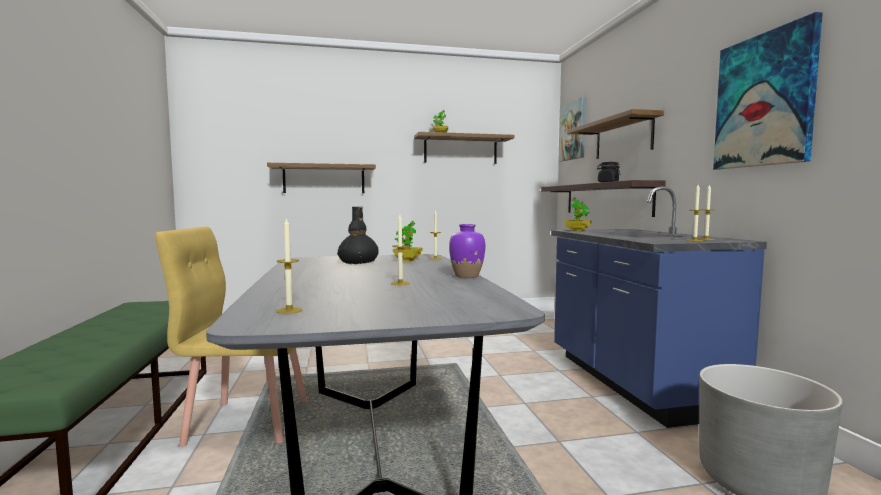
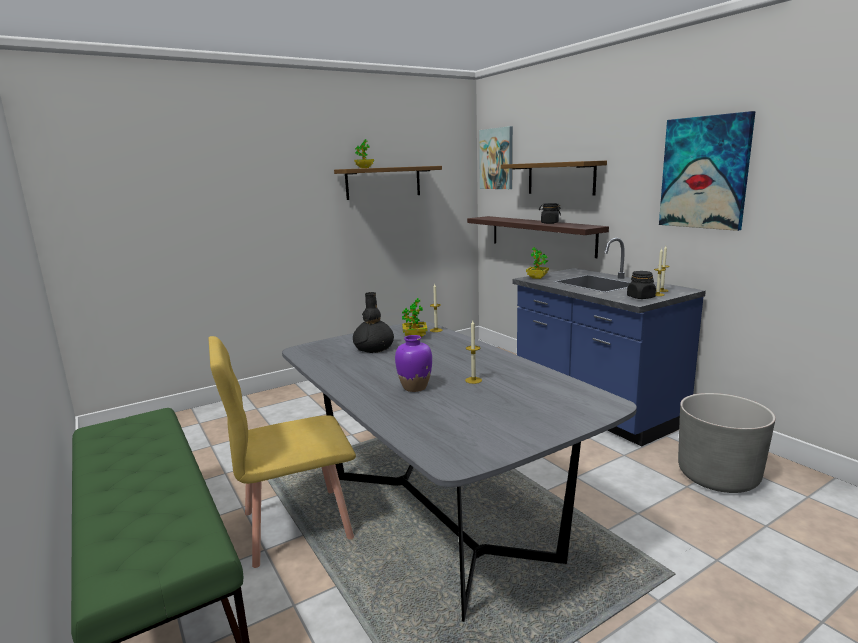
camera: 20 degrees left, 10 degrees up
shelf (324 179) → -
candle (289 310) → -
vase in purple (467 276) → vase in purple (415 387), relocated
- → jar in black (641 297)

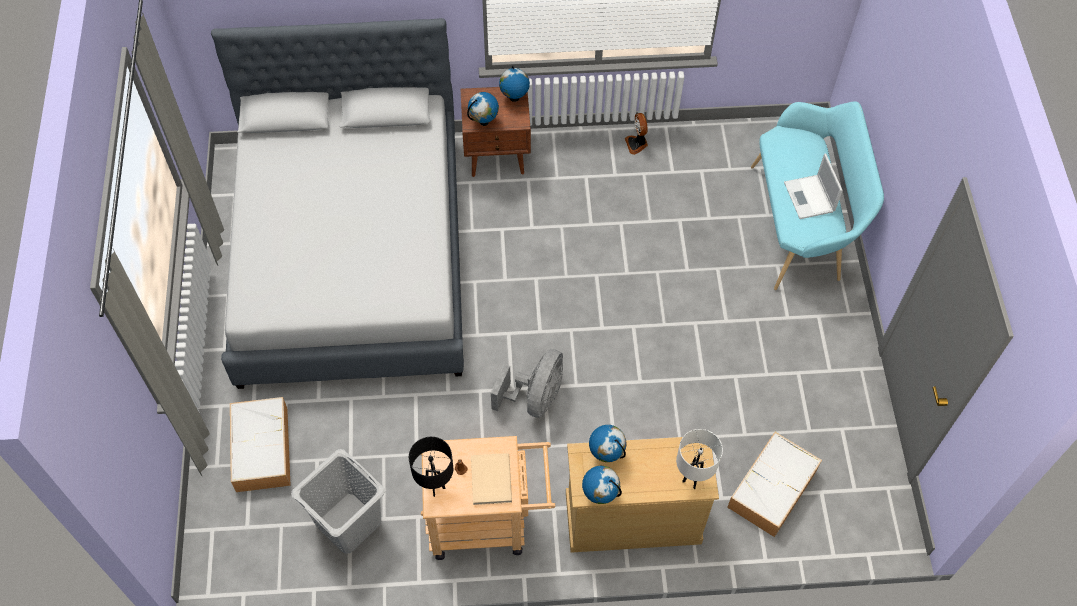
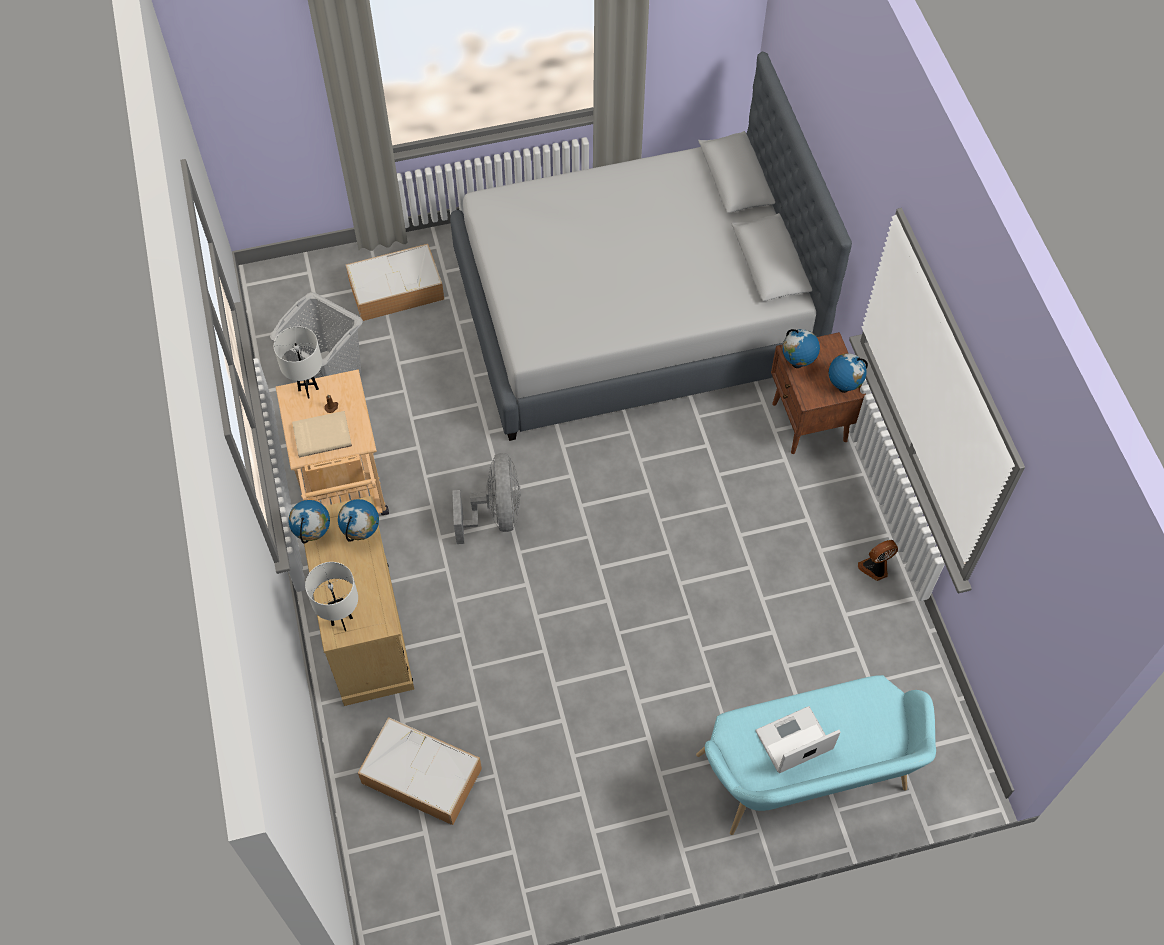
camera: 80 degrees right, 0 degrees up
fan in grey (535 398) → fan in grey (495 514), 105 degrees counterclockwise
table lamp in black (435 487) → table lamp in white (308 389)

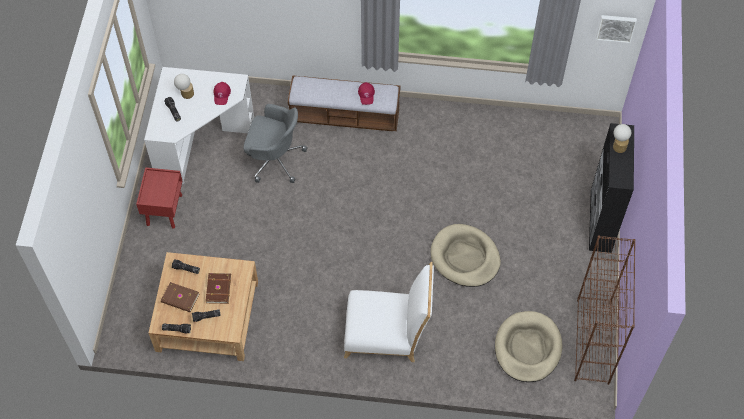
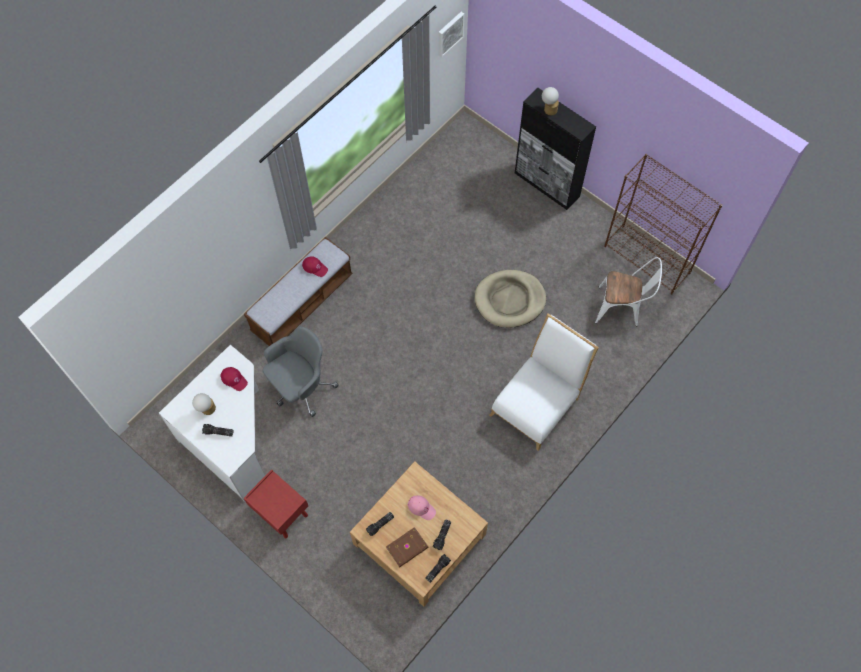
camera: 55 degrees left, 5 degrees up
book in brown (219 289) → cap in pink (421 508)
dog bed in beige (527 348) → chair in white (622 308)

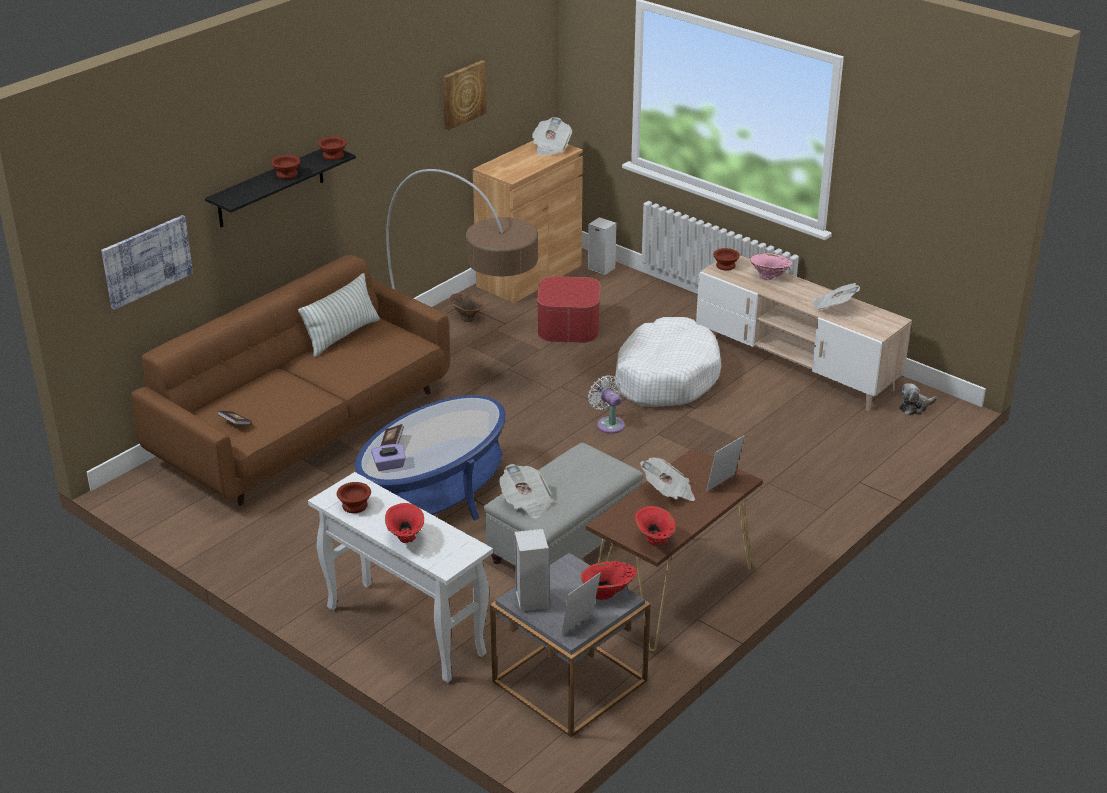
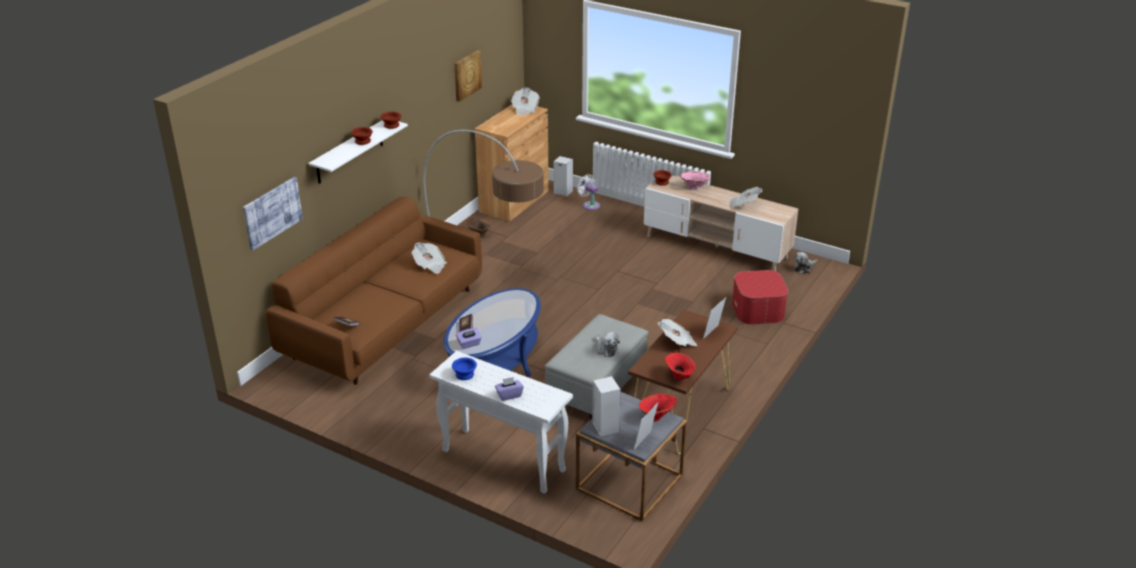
camera: 10 degrees left, 0 degrees up
shelf in black (271 187) → shelf in white (349 151)
pillow (342 336) → -
ottoman (568 326) → ottoman (758 310), relocated
dog bed in white (665 377) → -
fan in white (609 424) → fan in white (589 205), relocated
newspaper (526 503) → newspaper (430 265), relocated
bowl in brown (355 505) → bowl in blue (464 374)
vase in red (405 540) → tissue box in purple (509 395)
- → plush toy (606 349)

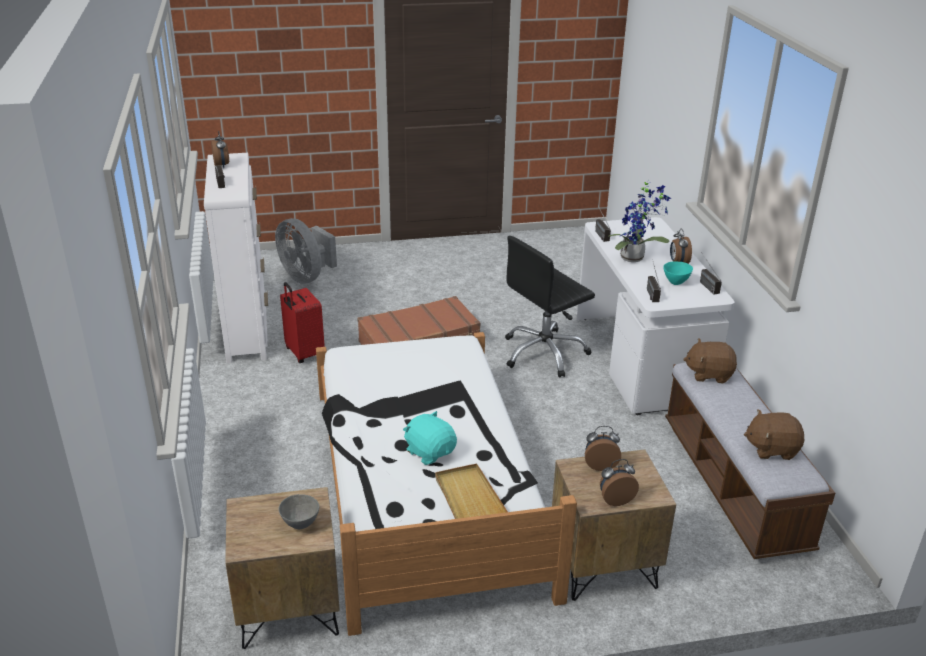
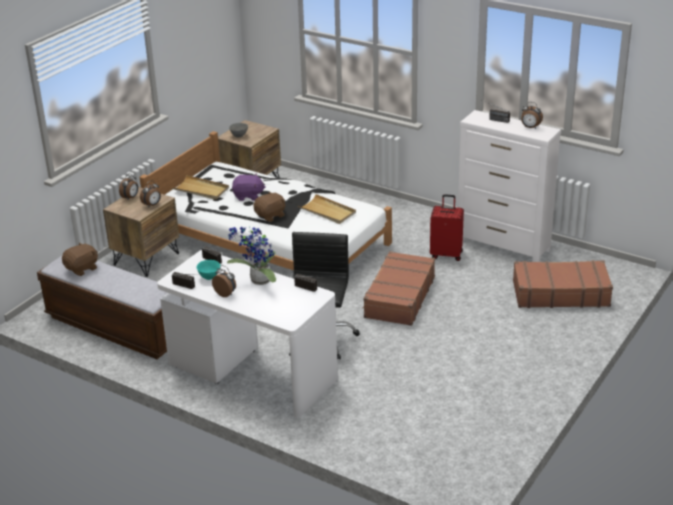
camera: 135 degrees right, 0 degrees up
fan in grey (306 276) → suitcase in brown (560 293)
plush toy in brown (709 374) → plush toy in brown (271 216), relocated
plush toy in turquoise (430 452) → plush toy in purple (248 196)
- → tray in beige (327 211)

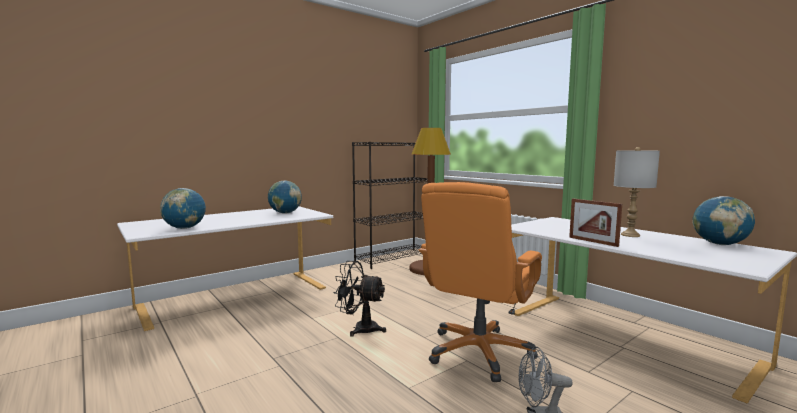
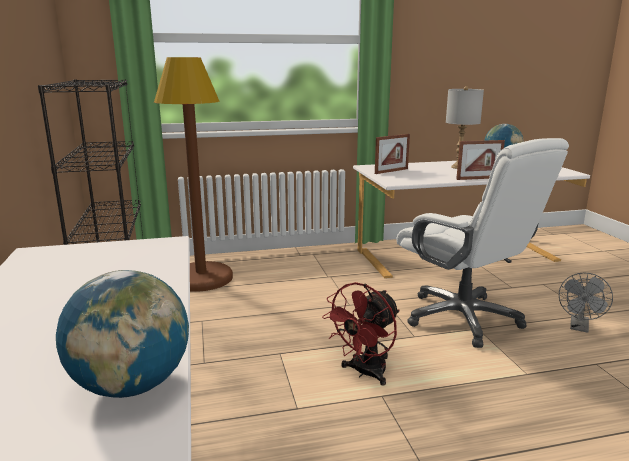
camera: 65 degrees left, 10 degrees up
globe (285 213) → -
office chair in orange (479 352) → office chair in white (463 318)
fan in black (360 328) → fan in red (365 373)
- → picture frame (391 171)

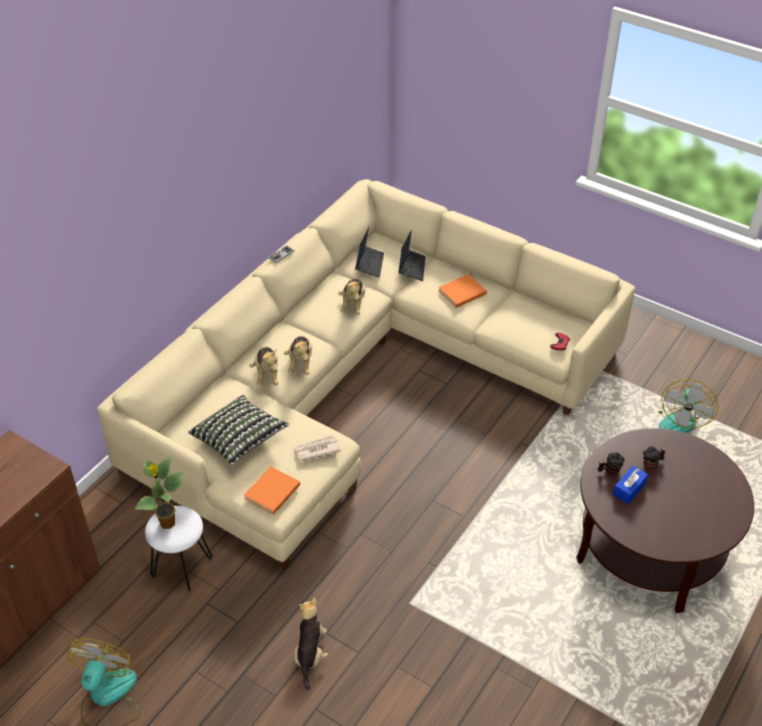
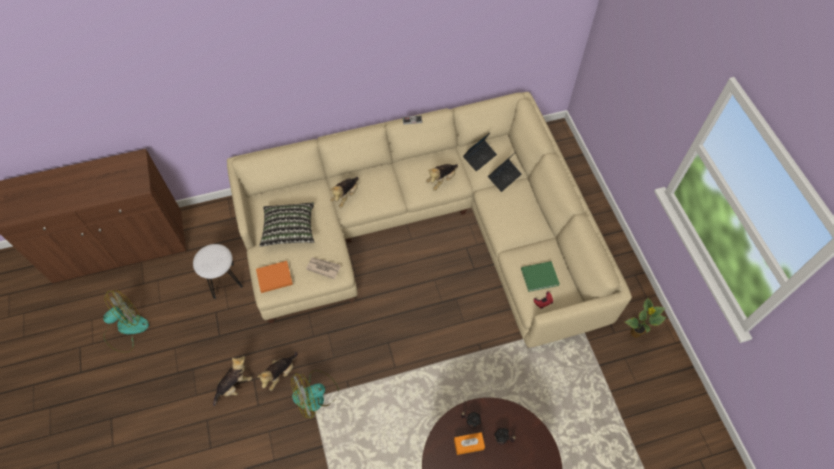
camera: 40 degrees right, 15 degrees up
book in orange (461 293) → -
plush toy (300 363) → plush toy (280 374), relocated
fan (679 418) → fan (316 395), relocated
potted plant (167 524) → potted plant (634 333), relocated
tissue box in blue (629 489) → tissue box in orange (468 445)
- → book in green (540 277)

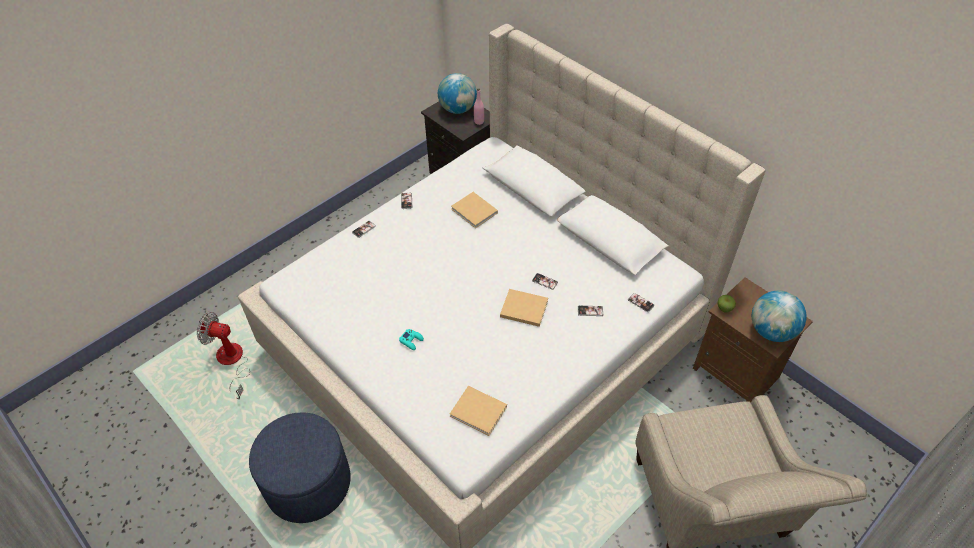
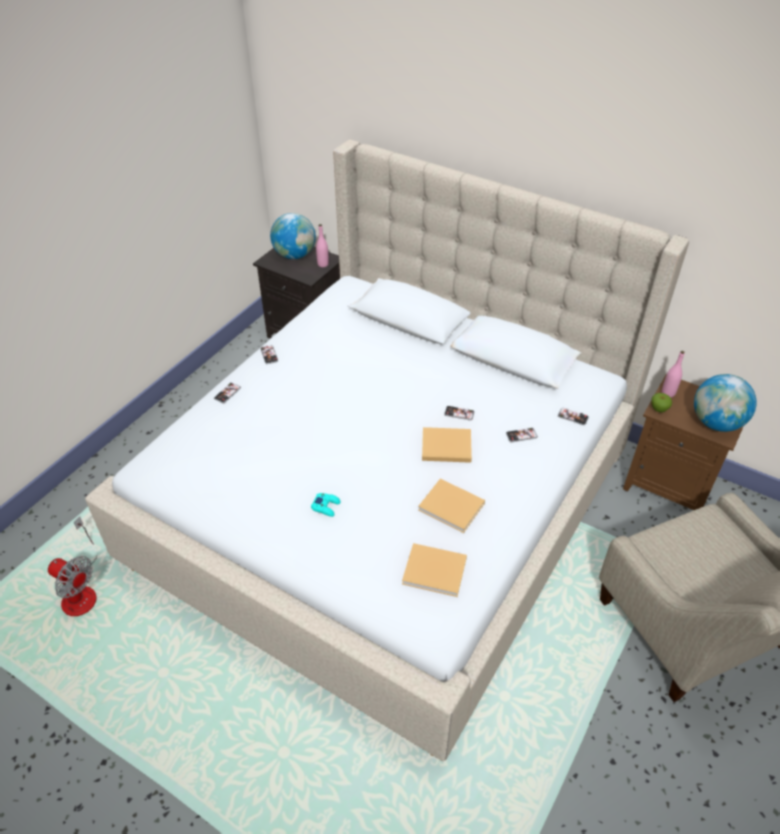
camera: 15 degrees left, 5 degrees down
book in beige (475 211) → book in beige (453 507), relocated
fan (232 362) → fan (81 590), 150 degrees counterclockwise
ottoman in blue (308 483) → -
- → bottle in pink (668 393)

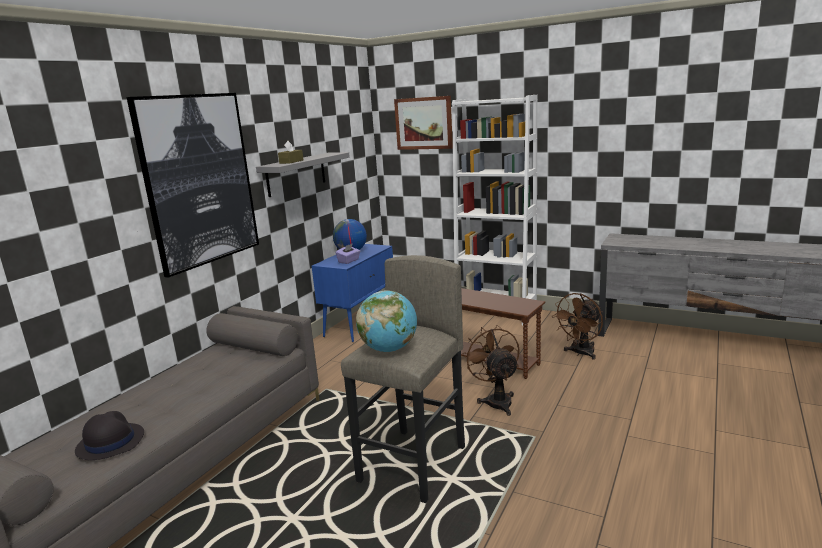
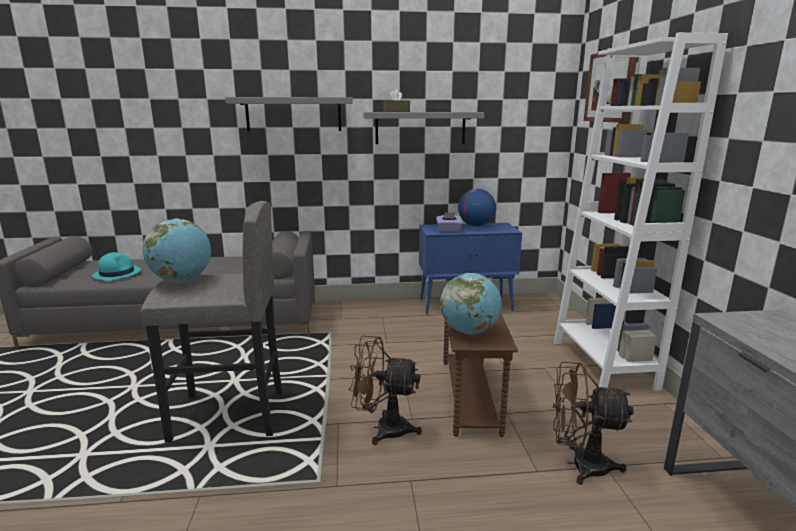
camera: 55 degrees right, 0 degrees up
picture (199 180) → shelf in grey (293 114)
fan in brown (496 400) → fan in brown (383 429), 120 degrees counterclockwise
hat in black (110 442) → hat in turquoise (117 273)
- → globe (469 331)

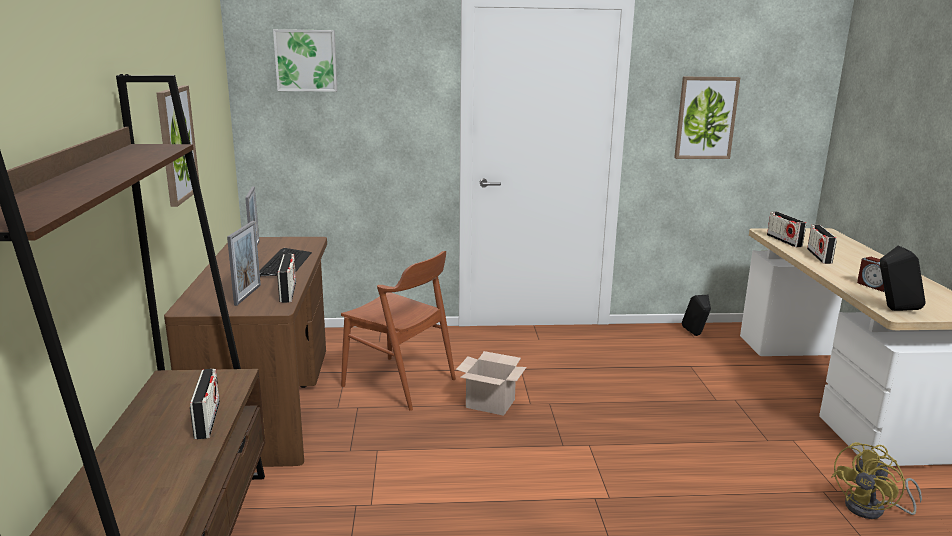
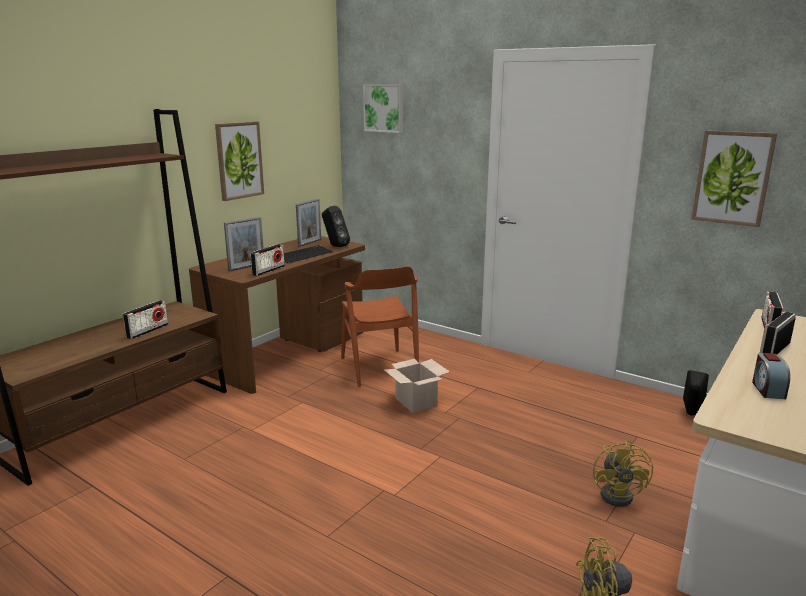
camera: 40 degrees right, 0 degrees up
speaker in black (893 310) → speaker in black (335 246), relocated
- → fan in yellow (620 494)

